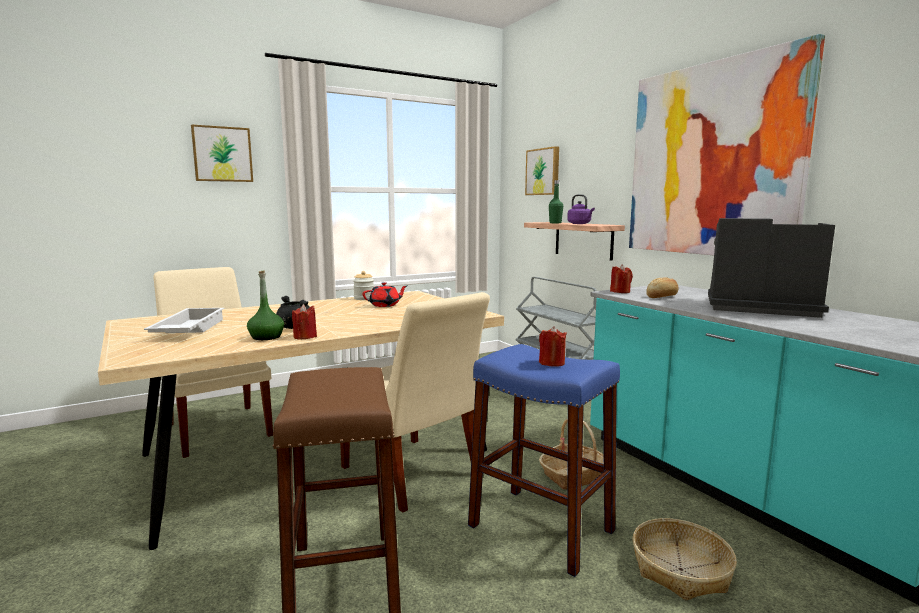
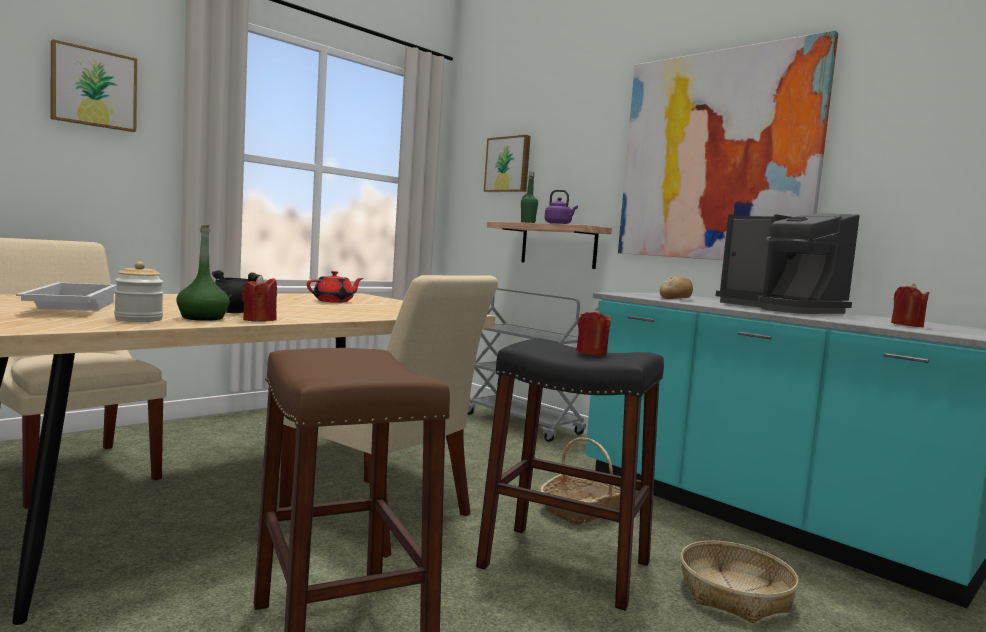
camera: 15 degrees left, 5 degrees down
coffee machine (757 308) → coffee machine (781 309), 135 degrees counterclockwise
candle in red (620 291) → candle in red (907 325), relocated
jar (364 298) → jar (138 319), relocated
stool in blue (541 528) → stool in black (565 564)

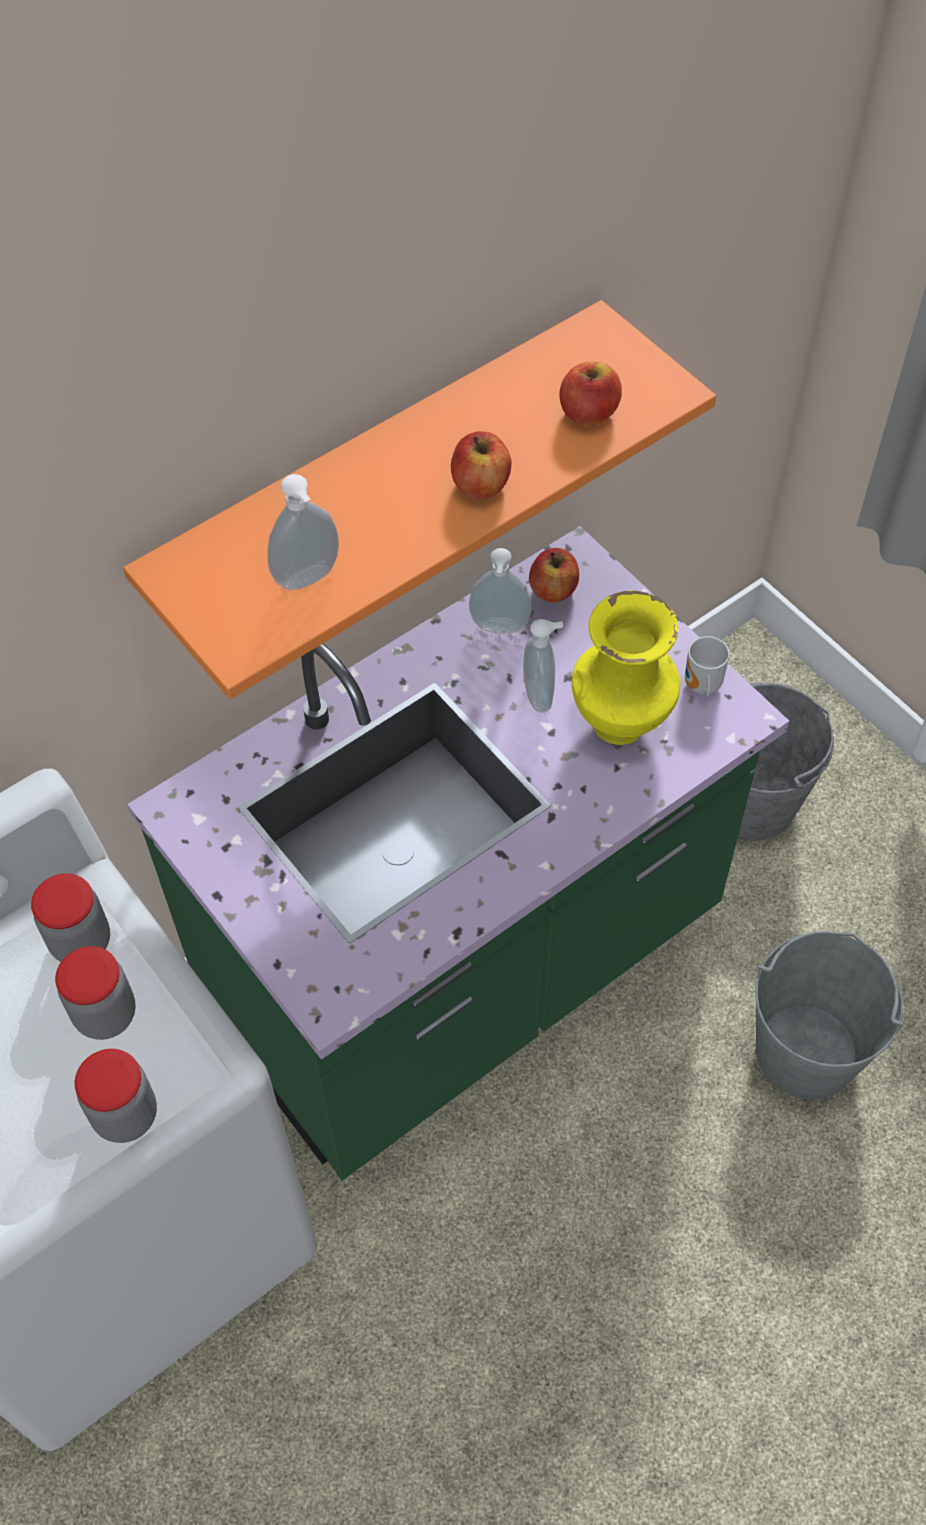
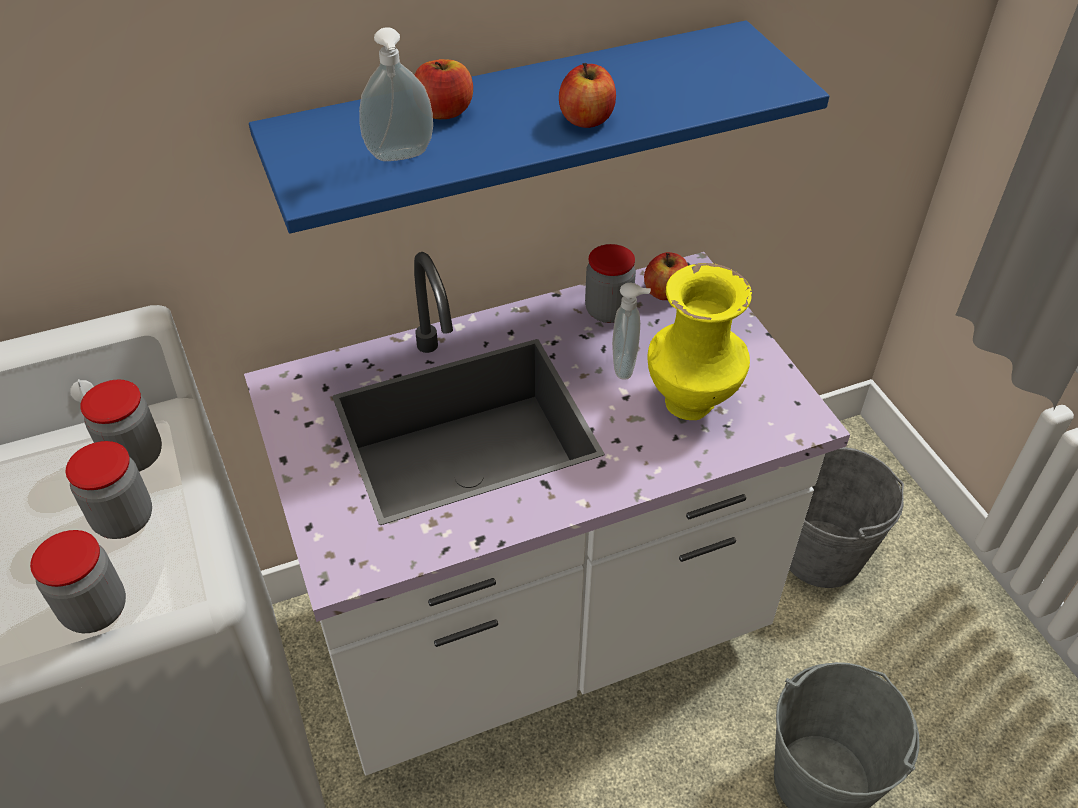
camera: 15 degrees right, 10 degrees down
shelf in orange (379 475) → shelf in blue (514 124)
apple (588 412) → apple (444 111), relocated
counter in green (466 969) → counter in white (539 630)
soap dispenser (499 629) → jar (608 311)
mug (701 687) → -

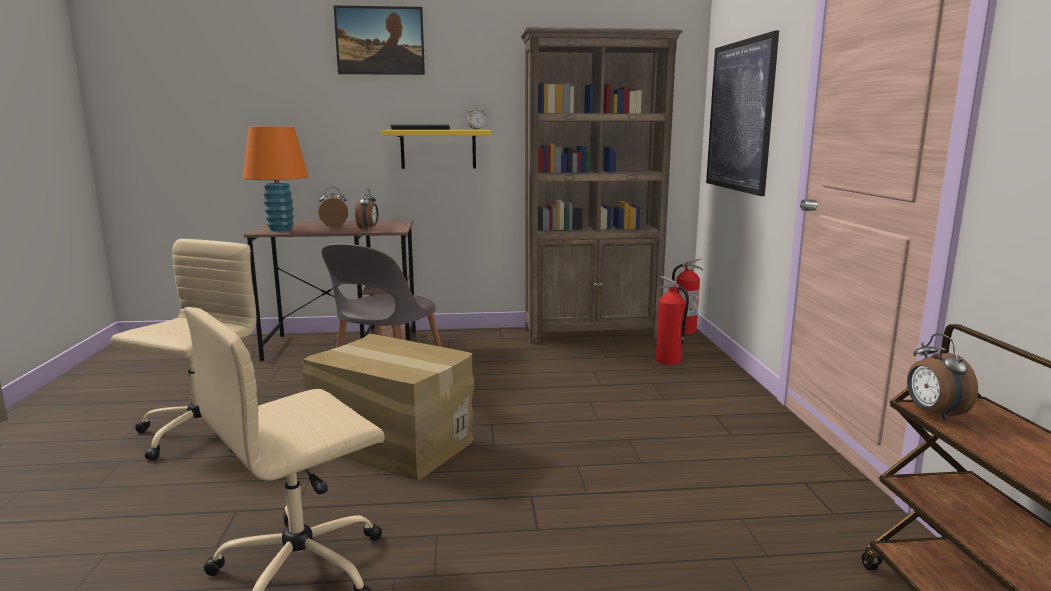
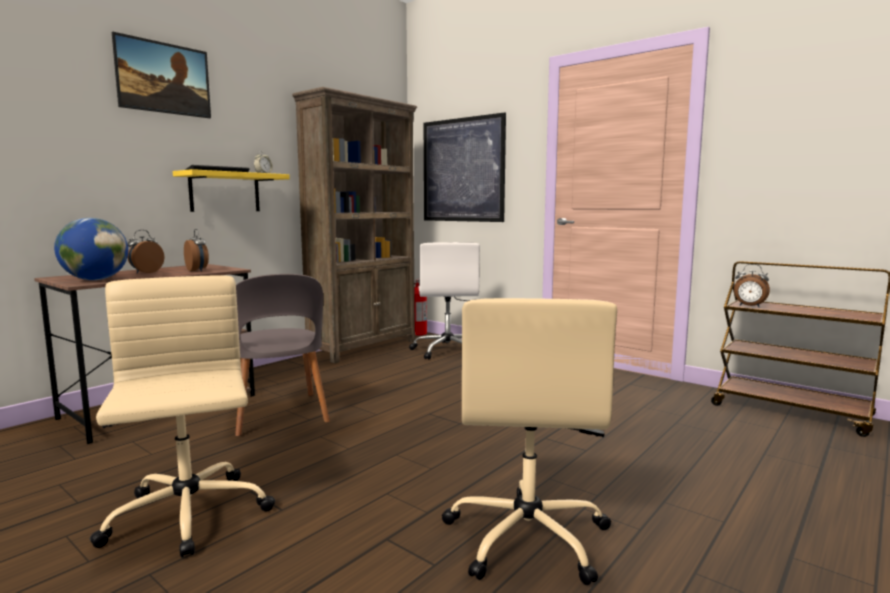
camera: 45 degrees left, 5 degrees down
table lamp in orange (280 229) → globe (95 280)
fire extinguisher (668 361) → office chair in white (447 351)
cardboard box (392 444) → -

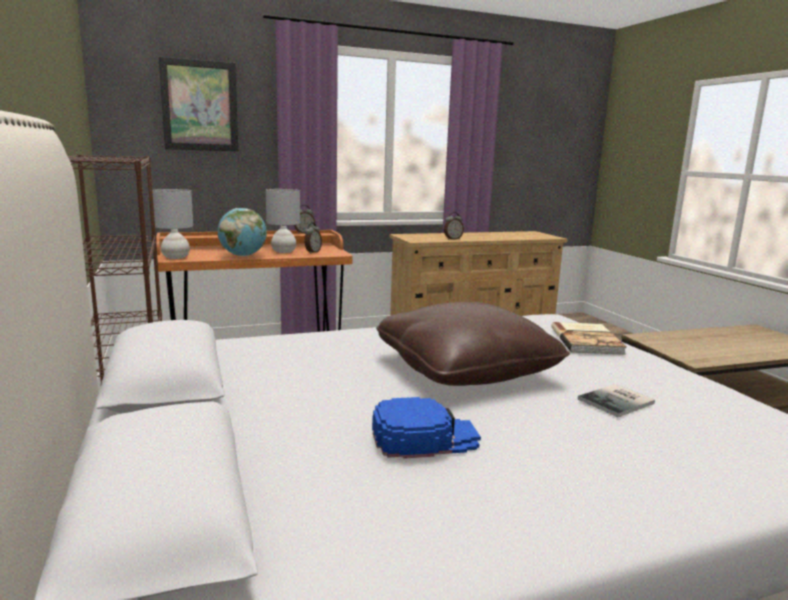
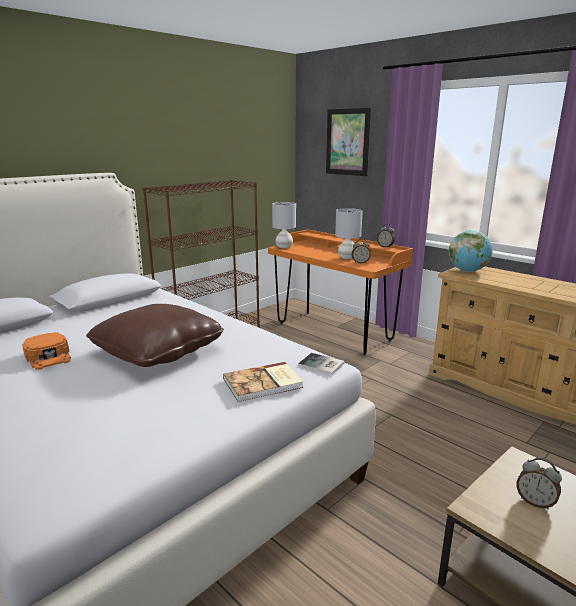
camera: 65 degrees right, 5 degrees up
globe (243 256) → globe (467 271), relocated
alarm clock (452 239) → alarm clock (535 502), relocated
book (618 402) → book (322 365), relocated
cap in blue (424 437) → cap in orange (49 356)

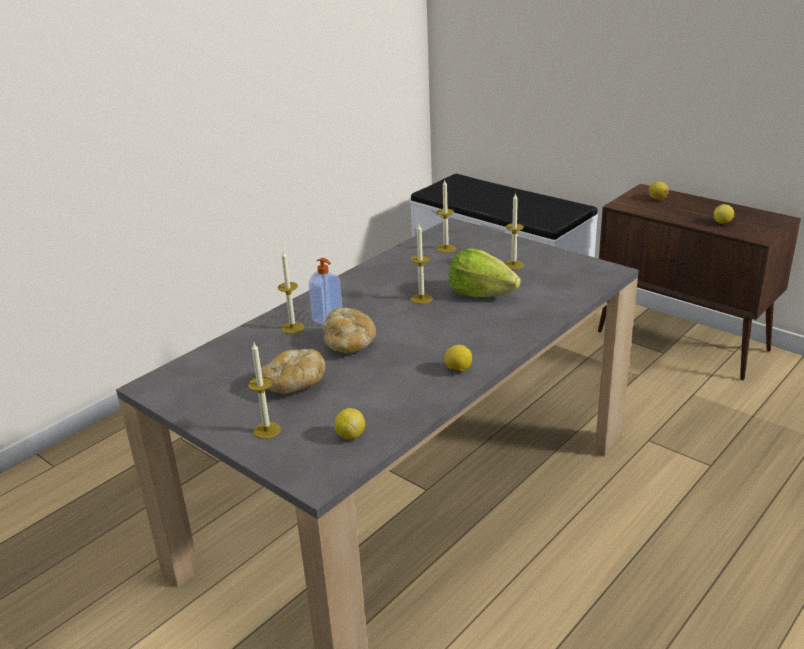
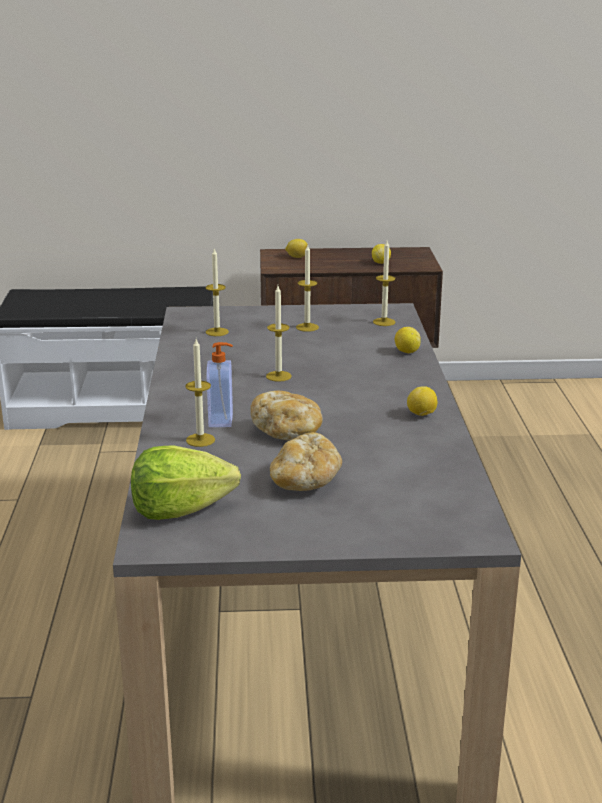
camera: 45 degrees left, 5 degrees down
lettuce (481 293) → lettuce (180 510), relocated
candle (267 430) → candle (384 322), relocated
lemon (350 435) → lemon (406 352), relocated

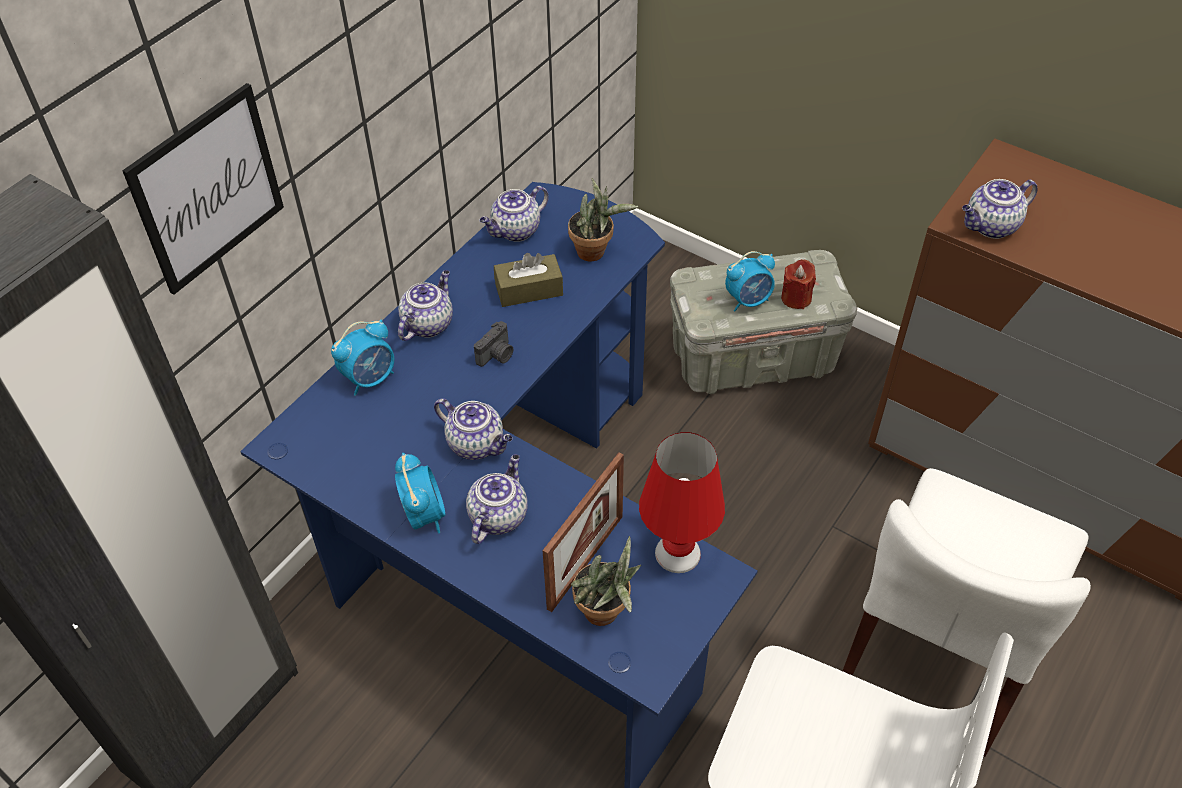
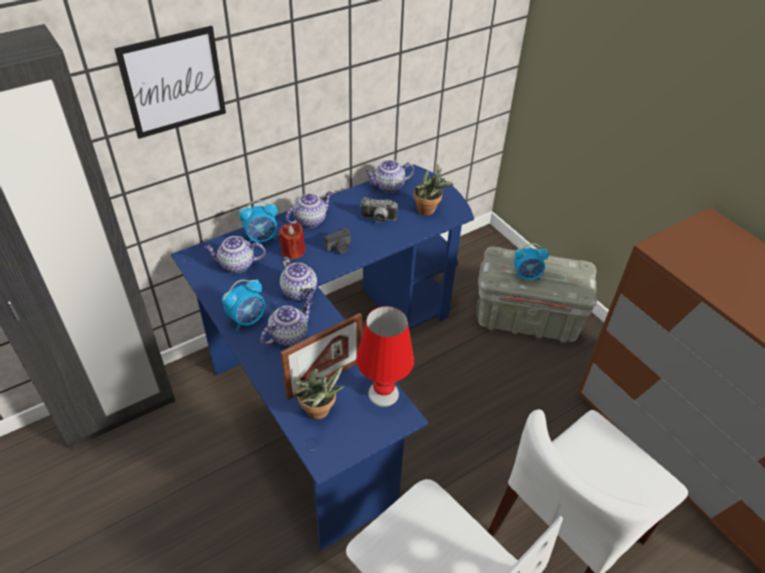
camera: 20 degrees right, 5 degrees down
teapot (990 226) → teapot (236 265), relocated
tissue box in brown (529 290) → photo camera (378 219)
candle in red (796 298) → candle in red (293 251), relocated
alarm clock (424 514) → alarm clock (248 320), 45 degrees clockwise

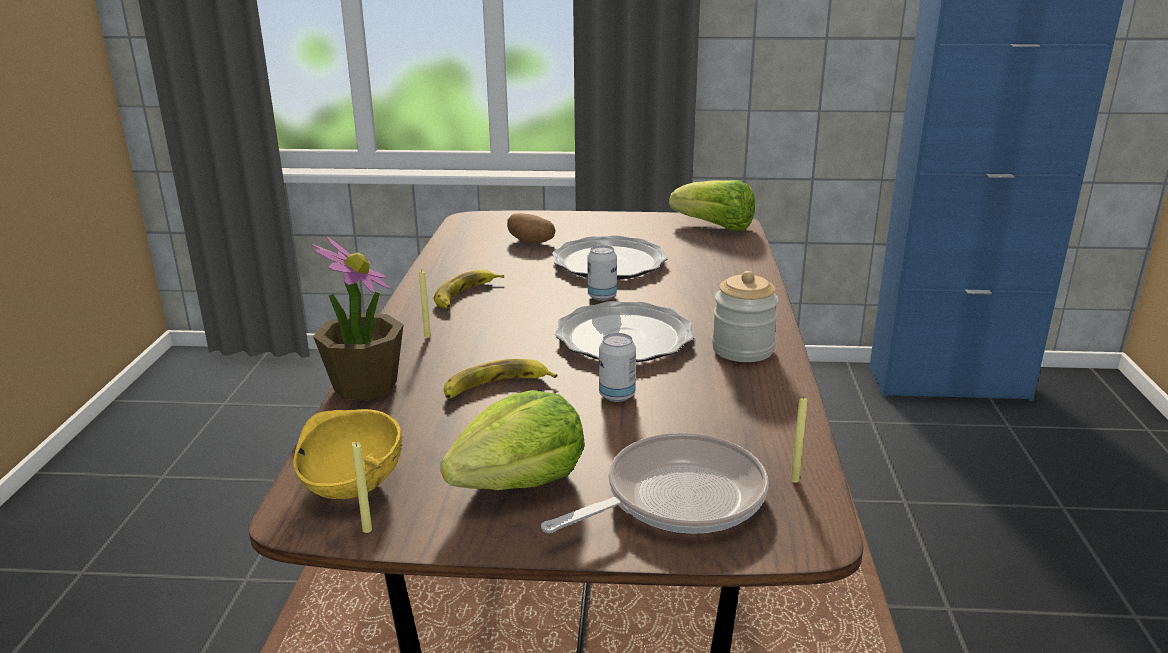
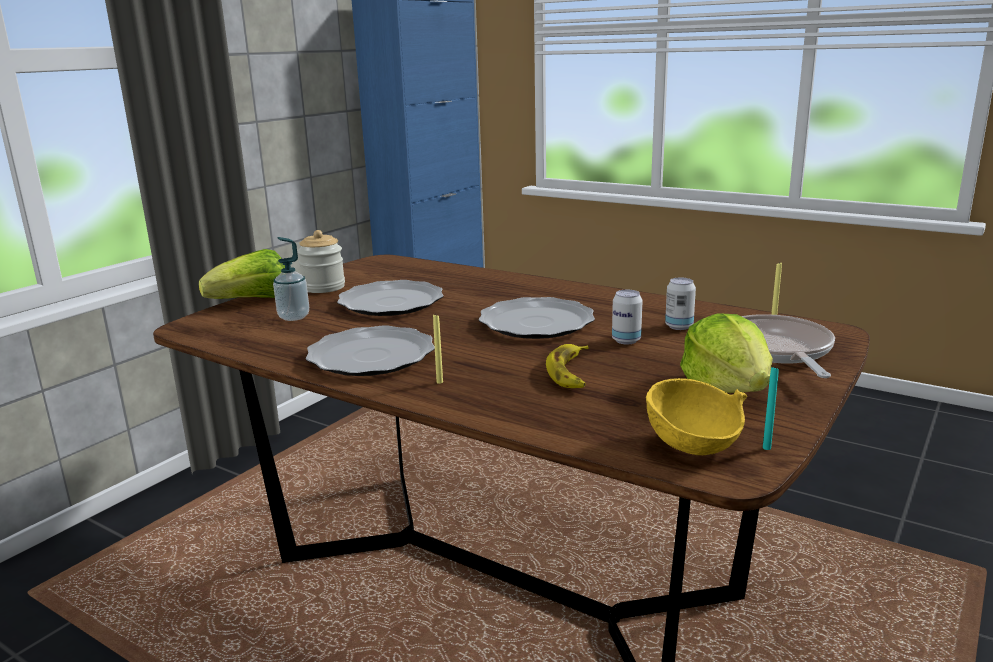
camera: 60 degrees left, 5 degrees down
lettuce (715 227) → lettuce (252 301), relocated
potato (530 242) → soap dispenser (294 317)
potted plant (365 385) → -
can (602 296) → can (679 326), relocated
banana (465 295) → plate (372 356)
jar (742 349) → jar (323 287), relocated
candle in yellow (367 530) → candle in turquoise (766 448)

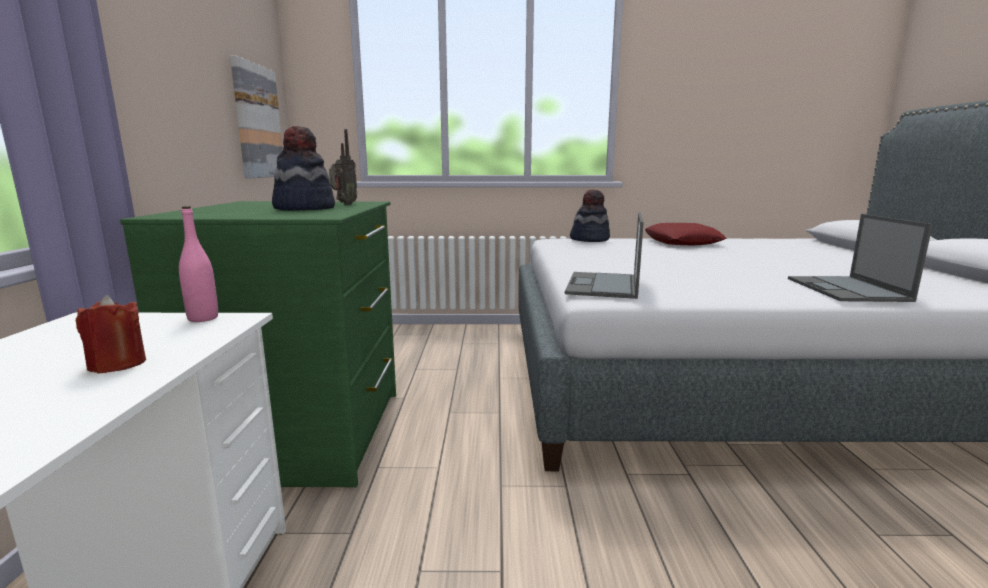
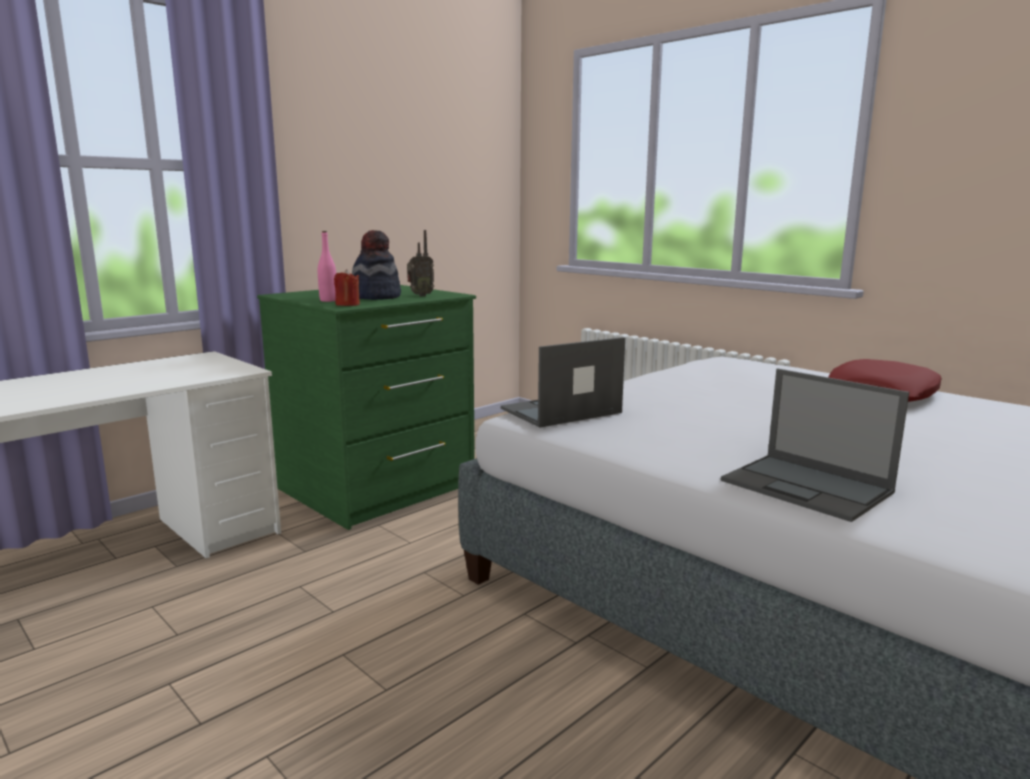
camera: 45 degrees right, 0 degrees up
picture (257 122) → -
hat (590 239) → -
bottle in pink (203 318) → bottle in pink (328 300), relocated
laptop (847 290) → laptop (808 487), 90 degrees counterclockwise
candle in red (117 364) → candle in red (347 304), relocated

